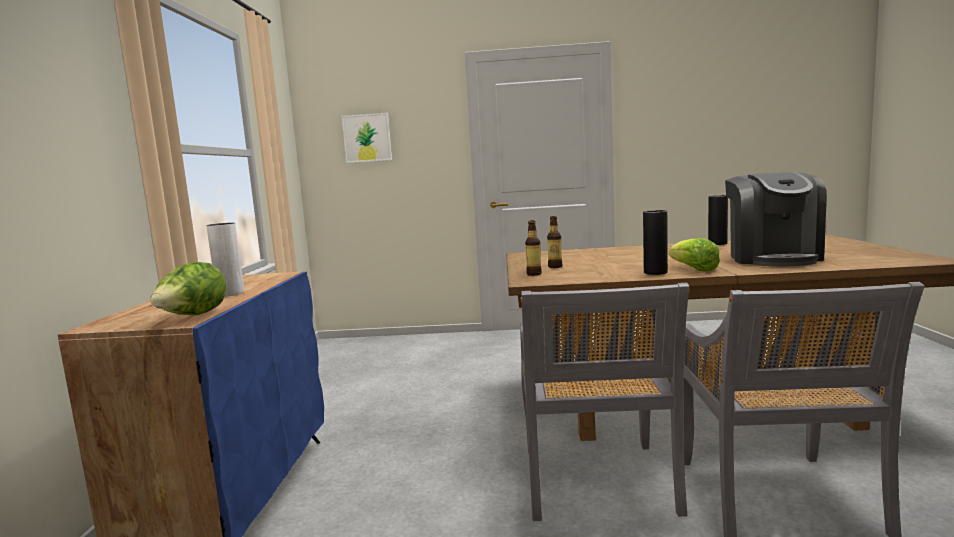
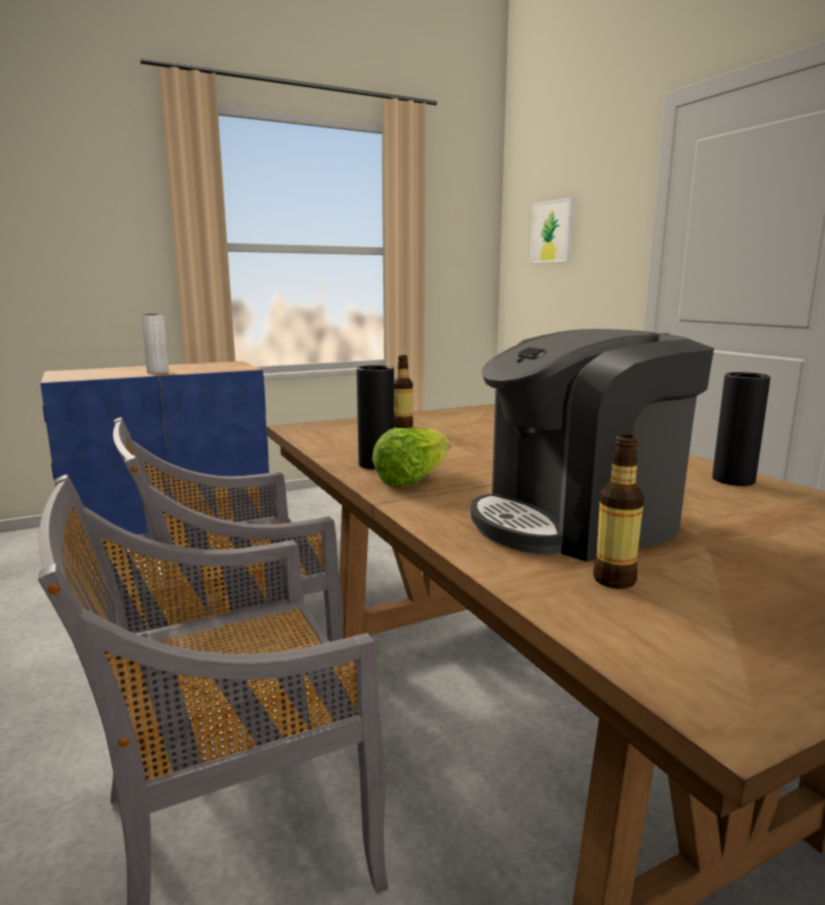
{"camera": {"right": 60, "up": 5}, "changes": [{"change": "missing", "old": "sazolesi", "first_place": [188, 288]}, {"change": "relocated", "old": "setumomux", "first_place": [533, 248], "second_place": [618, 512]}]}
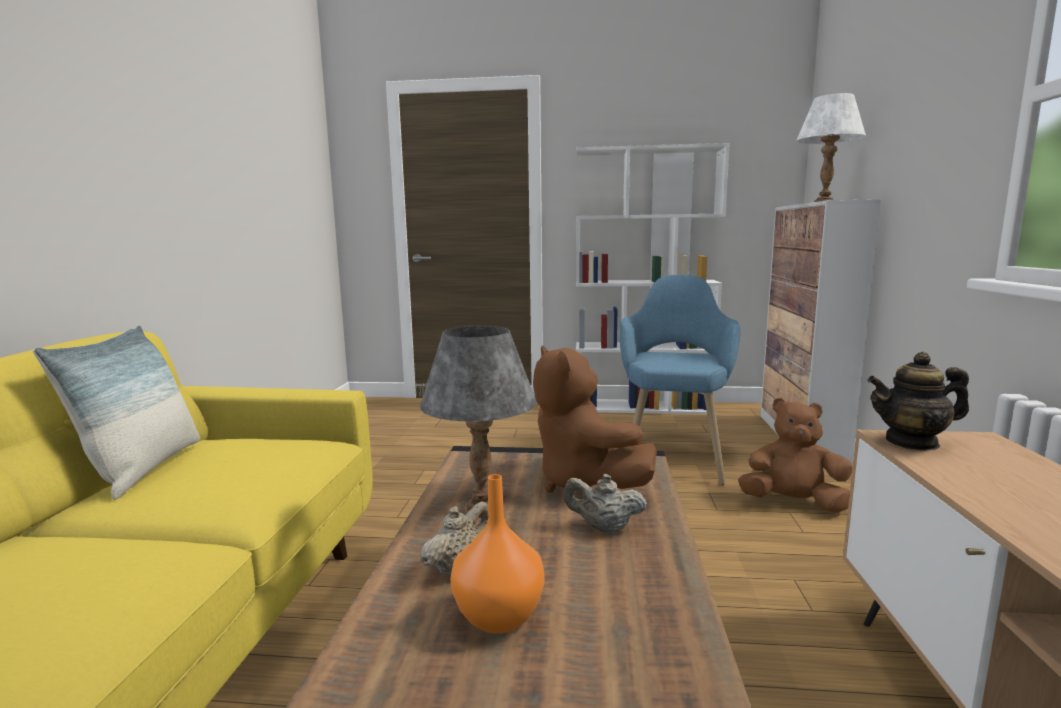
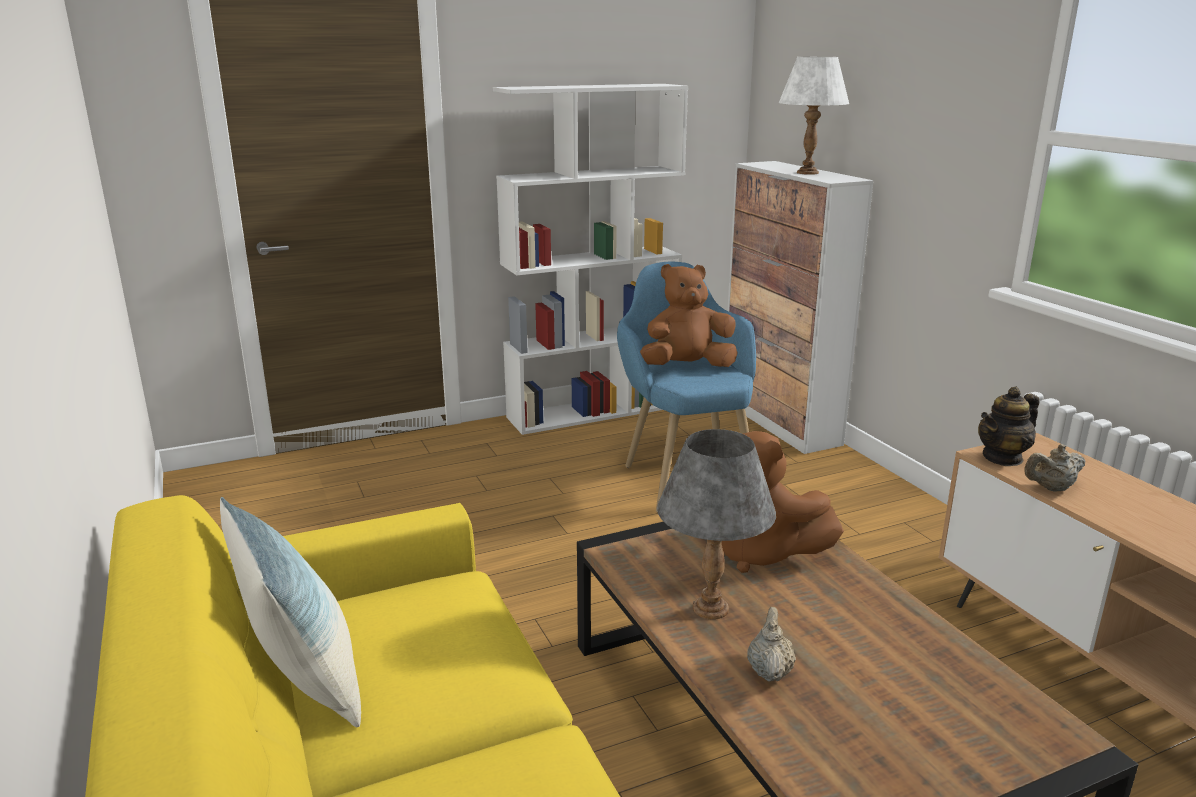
{"camera": {"right": -30, "up": 10}, "changes": [{"change": "missing", "old": "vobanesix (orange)", "first_place": [497, 554]}, {"change": "relocated", "old": "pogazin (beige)", "first_place": [605, 503], "second_place": [1054, 467]}, {"change": "relocated", "old": "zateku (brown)", "first_place": [795, 455], "second_place": [688, 315]}]}
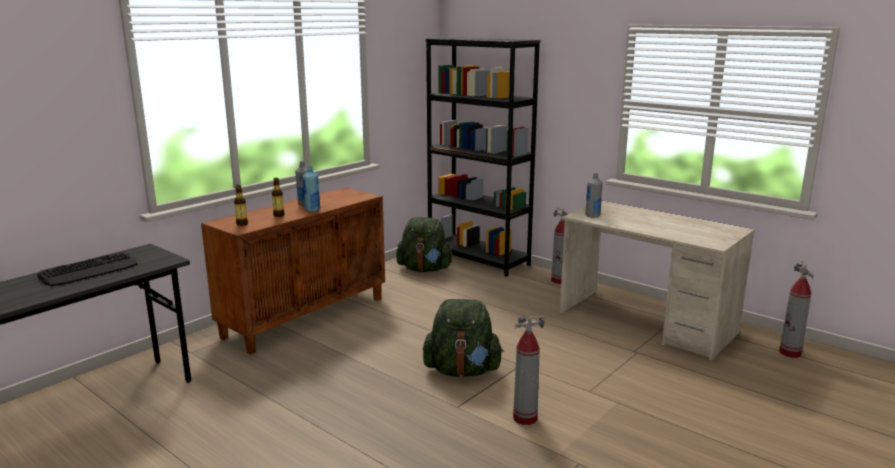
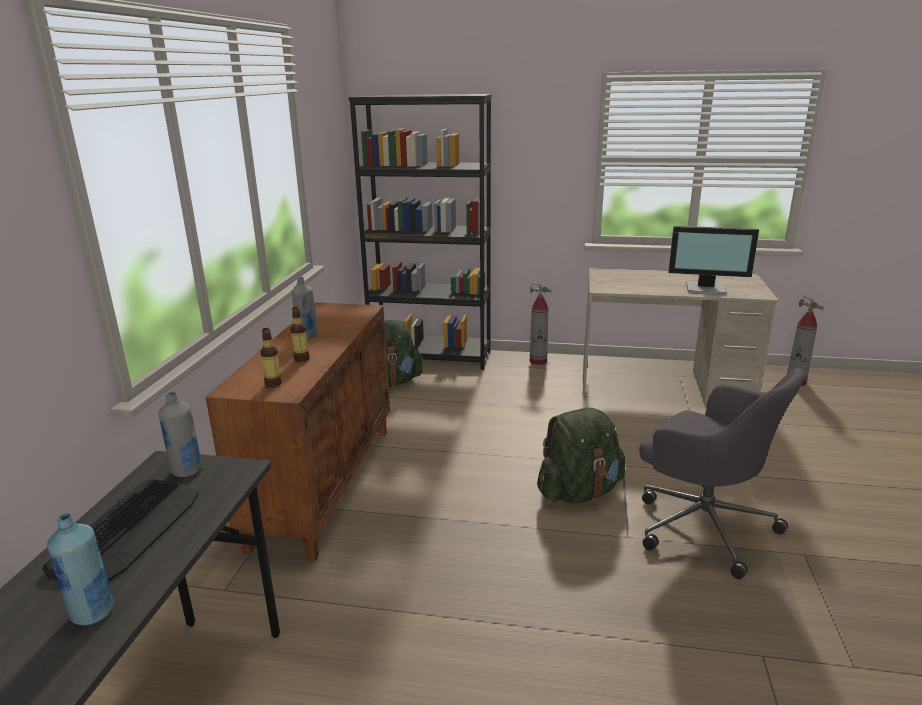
{"camera": {"right": -30, "up": 5}, "changes": [{"change": "relocated", "old": "setumomux (blue)", "first_place": [311, 189], "second_place": [80, 569]}, {"change": "exchanged", "old": "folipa", "new": "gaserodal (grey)", "first_place": [528, 370], "second_place": [721, 473]}, {"change": "relocated", "old": "setumomux (grey)", "first_place": [594, 195], "second_place": [180, 434]}, {"change": "appeared", "new": "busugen", "second_place": [714, 260]}]}
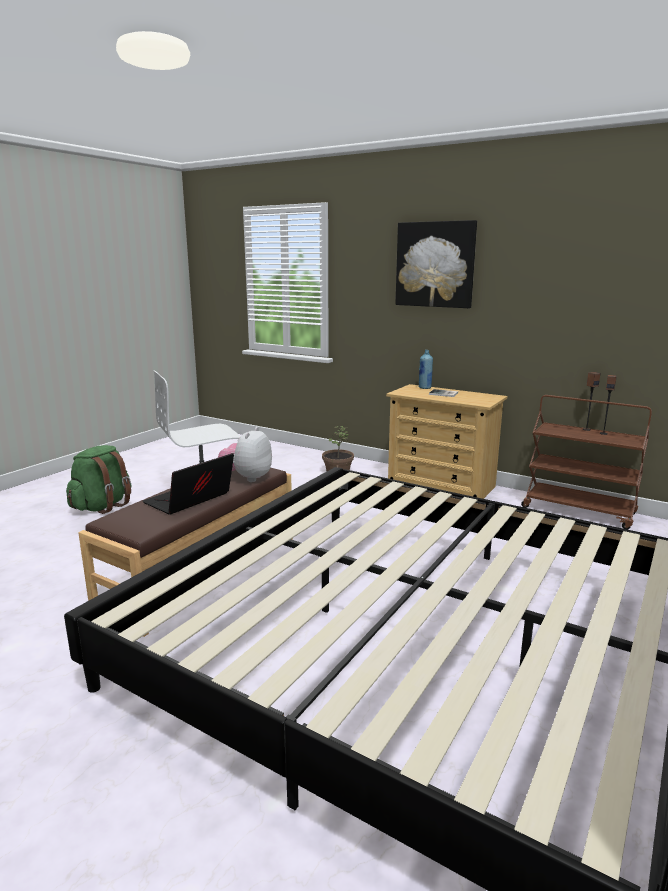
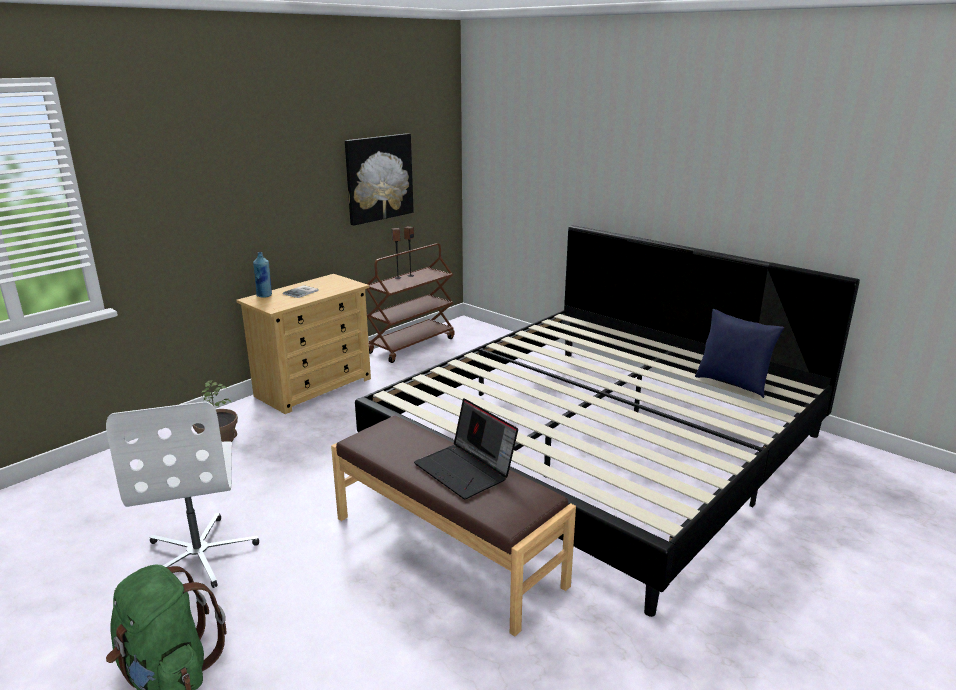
{"camera": {"right": -80, "up": 5}, "changes": [{"change": "missing", "old": "zateku", "first_place": [245, 454]}, {"change": "relocated", "old": "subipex", "first_place": [436, 264], "second_place": [379, 179]}, {"change": "appeared", "new": "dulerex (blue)", "second_place": [739, 353]}]}
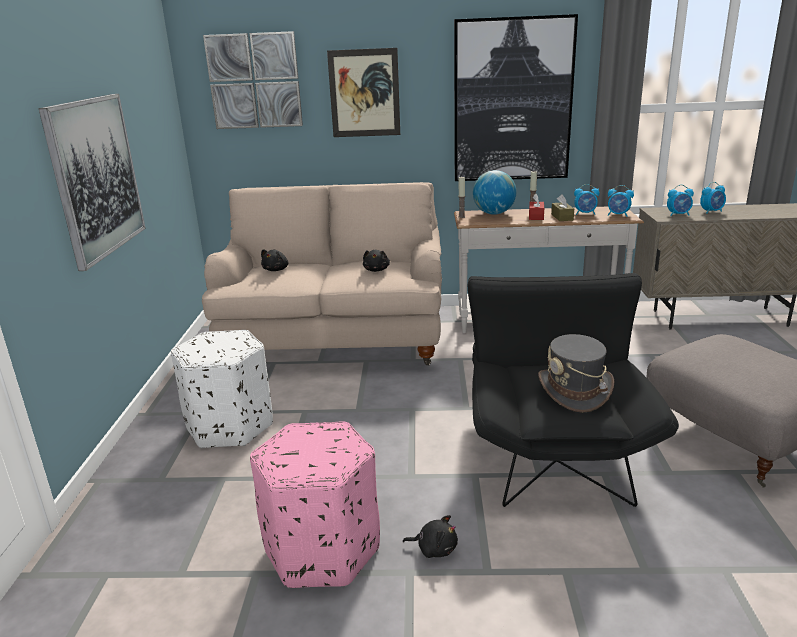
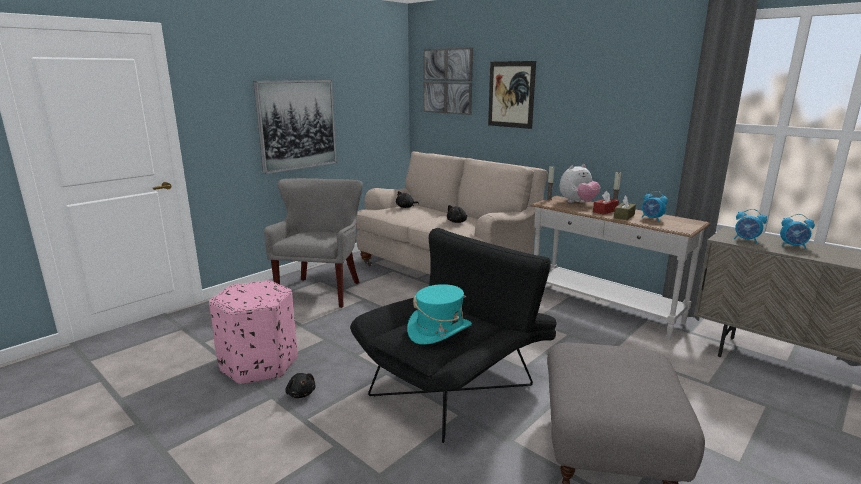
{"camera": {"right": 40, "up": -5}, "changes": [{"change": "exchanged", "old": "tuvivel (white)", "new": "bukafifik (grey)", "first_place": [222, 389], "second_place": [313, 243]}, {"change": "missing", "old": "subipex", "first_place": [516, 97]}, {"change": "exchanged", "old": "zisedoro", "new": "zateku", "first_place": [494, 192], "second_place": [580, 183]}, {"change": "colour", "old": "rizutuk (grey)", "new": "rizutuk (turquoise)", "first_place": [576, 373], "second_place": [439, 314]}, {"change": "missing", "old": "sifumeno", "first_place": [621, 201]}]}
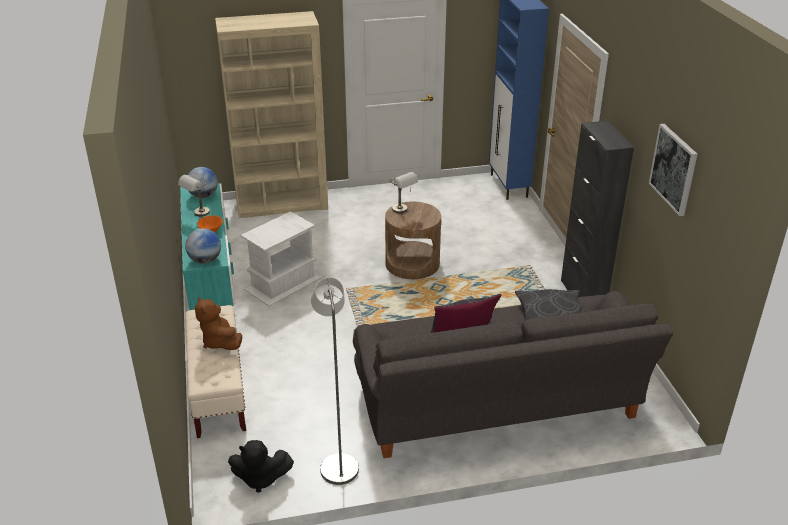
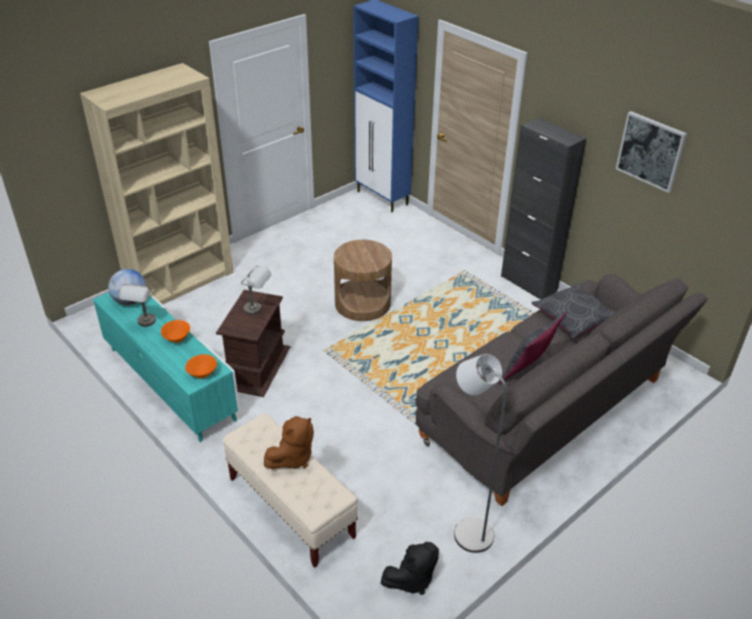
{"camera": {"right": -30, "up": 5}, "changes": [{"change": "exchanged", "old": "zisedoro", "new": "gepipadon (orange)", "first_place": [203, 246], "second_place": [201, 366]}, {"change": "spun", "old": "zateku (brown)", "first_place": [218, 323], "second_place": [289, 442], "degrees": -75}, {"change": "colour", "old": "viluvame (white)", "new": "viluvame (brown)", "first_place": [282, 259], "second_place": [253, 343]}, {"change": "relocated", "old": "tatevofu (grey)", "first_place": [403, 192], "second_place": [256, 290]}]}
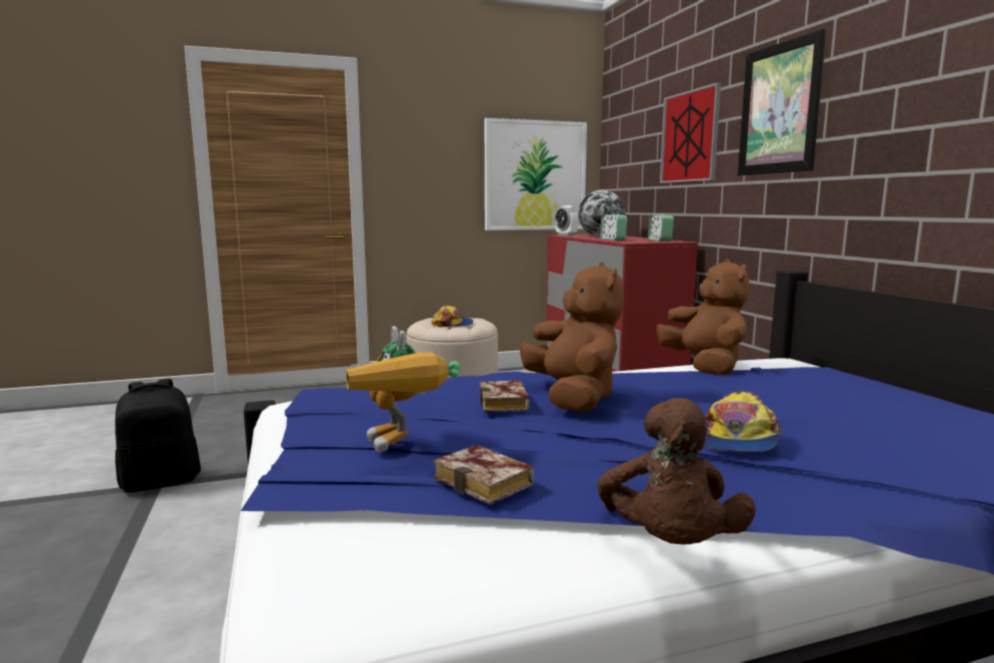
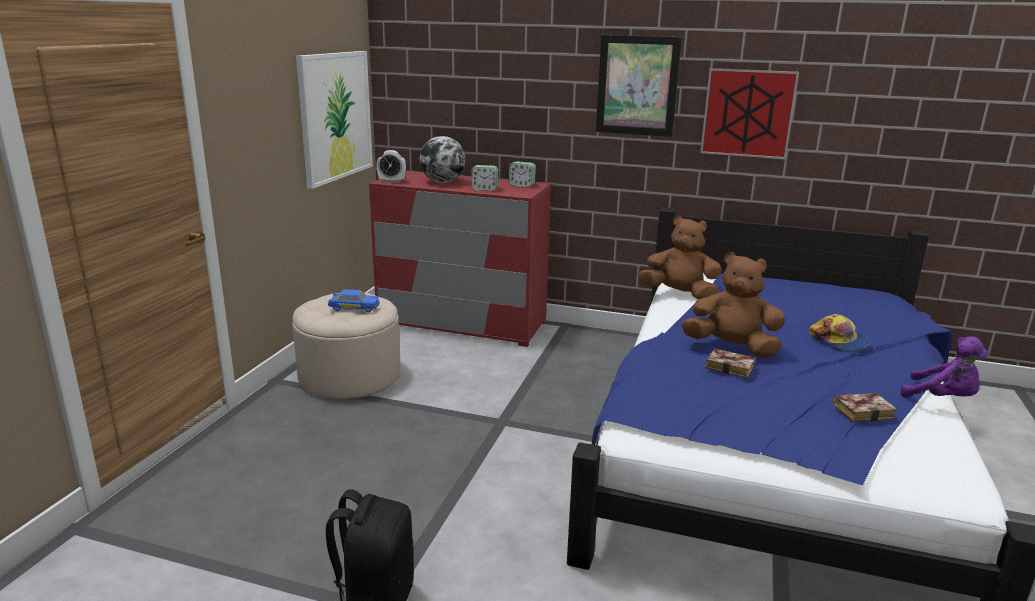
{"camera": {"right": -55, "up": 10}, "changes": [{"change": "missing", "old": "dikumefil", "first_place": [403, 389]}, {"change": "exchanged", "old": "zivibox", "new": "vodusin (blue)", "first_place": [452, 316], "second_place": [354, 301]}, {"change": "colour", "old": "zateku (brown)", "new": "zateku (purple)", "first_place": [676, 471], "second_place": [944, 367]}, {"change": "relocated", "old": "subipex", "first_place": [690, 133], "second_place": [749, 113]}]}
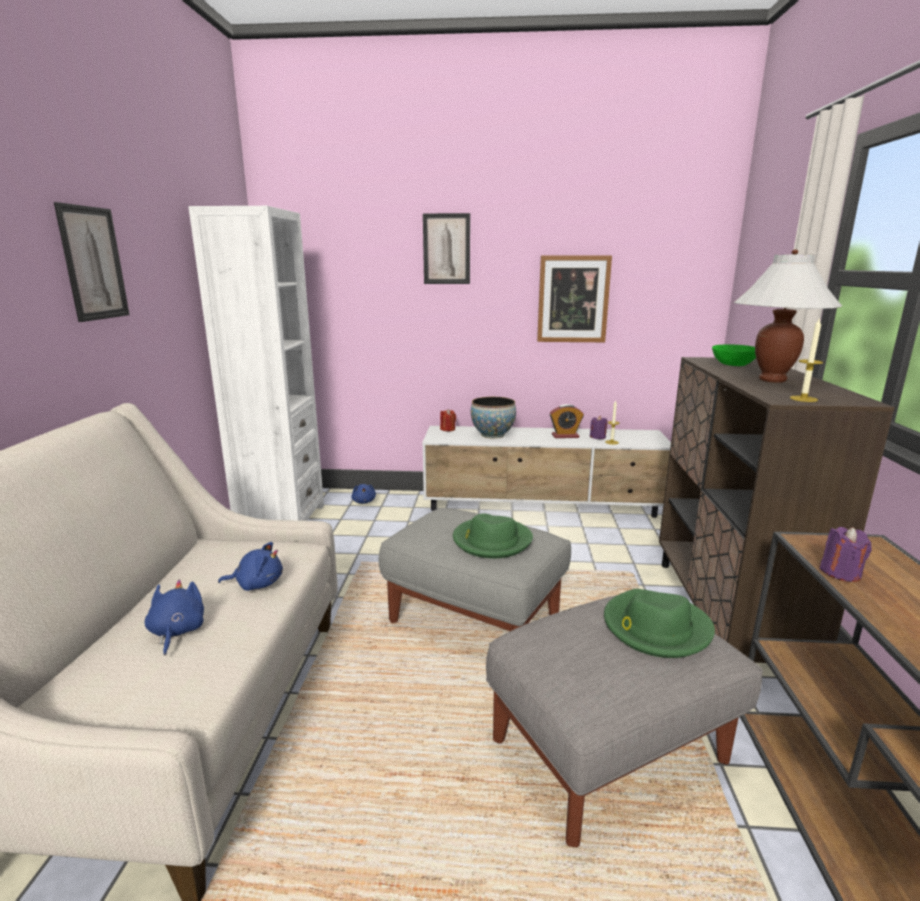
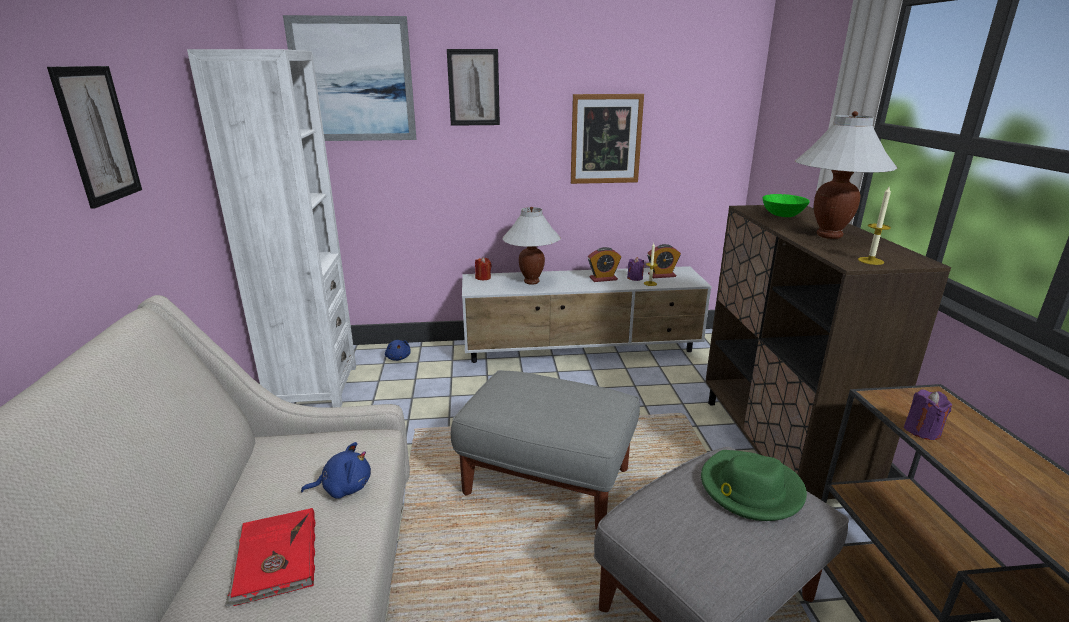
{"camera": {"right": -10, "up": 5}, "changes": [{"change": "exchanged", "old": "zateku (blue)", "new": "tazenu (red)", "first_place": [174, 618], "second_place": [270, 557]}, {"change": "missing", "old": "rizutuk (green)", "first_place": [493, 536]}, {"change": "exchanged", "old": "gepipadon", "new": "tatevofu (white)", "first_place": [493, 417], "second_place": [532, 246]}, {"change": "appeared", "new": "subipex", "second_place": [350, 78]}, {"change": "appeared", "new": "sifumeno", "second_place": [664, 261]}]}
